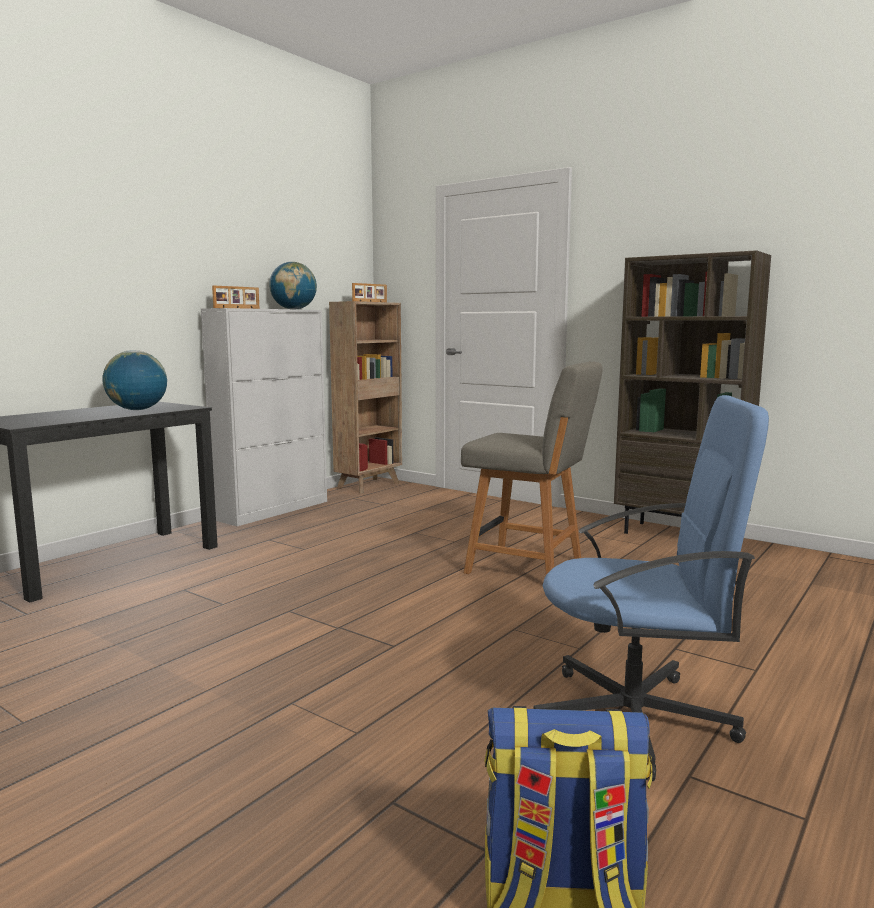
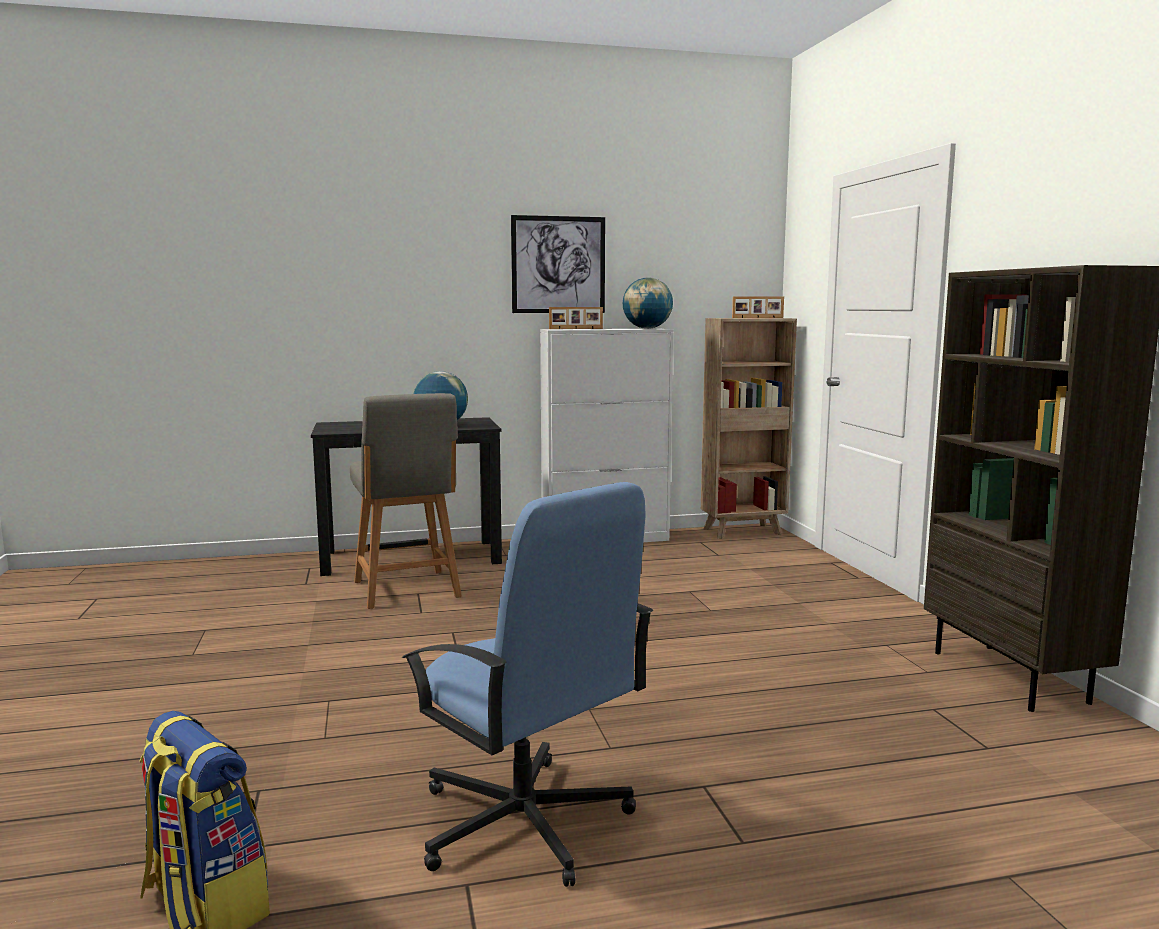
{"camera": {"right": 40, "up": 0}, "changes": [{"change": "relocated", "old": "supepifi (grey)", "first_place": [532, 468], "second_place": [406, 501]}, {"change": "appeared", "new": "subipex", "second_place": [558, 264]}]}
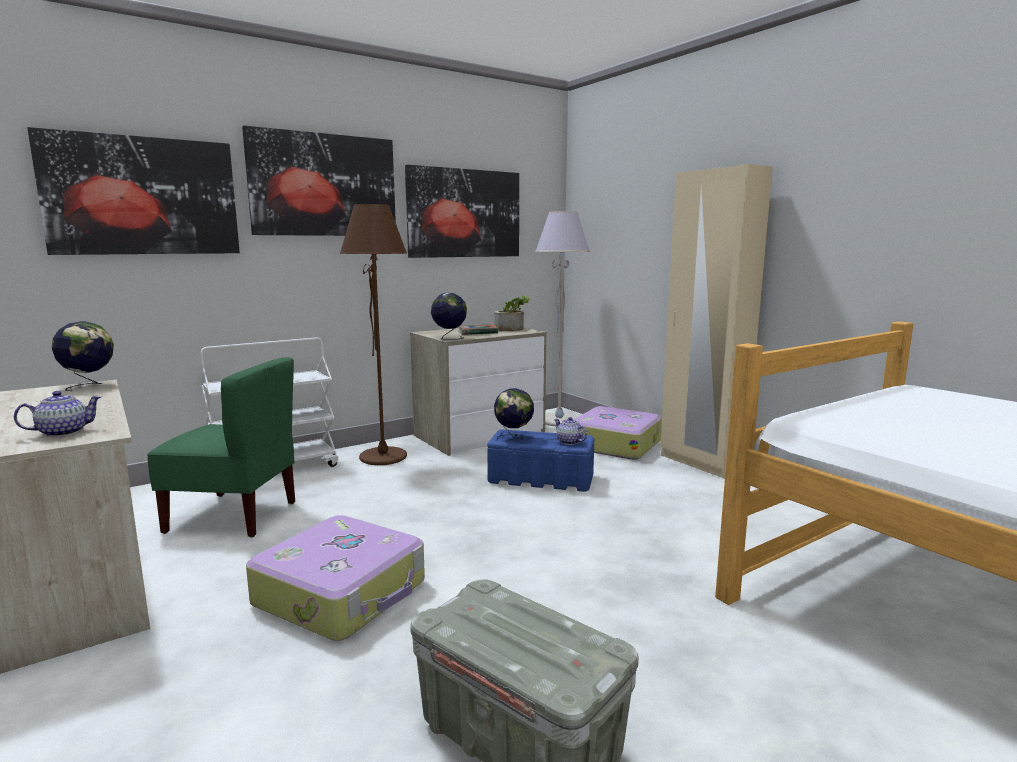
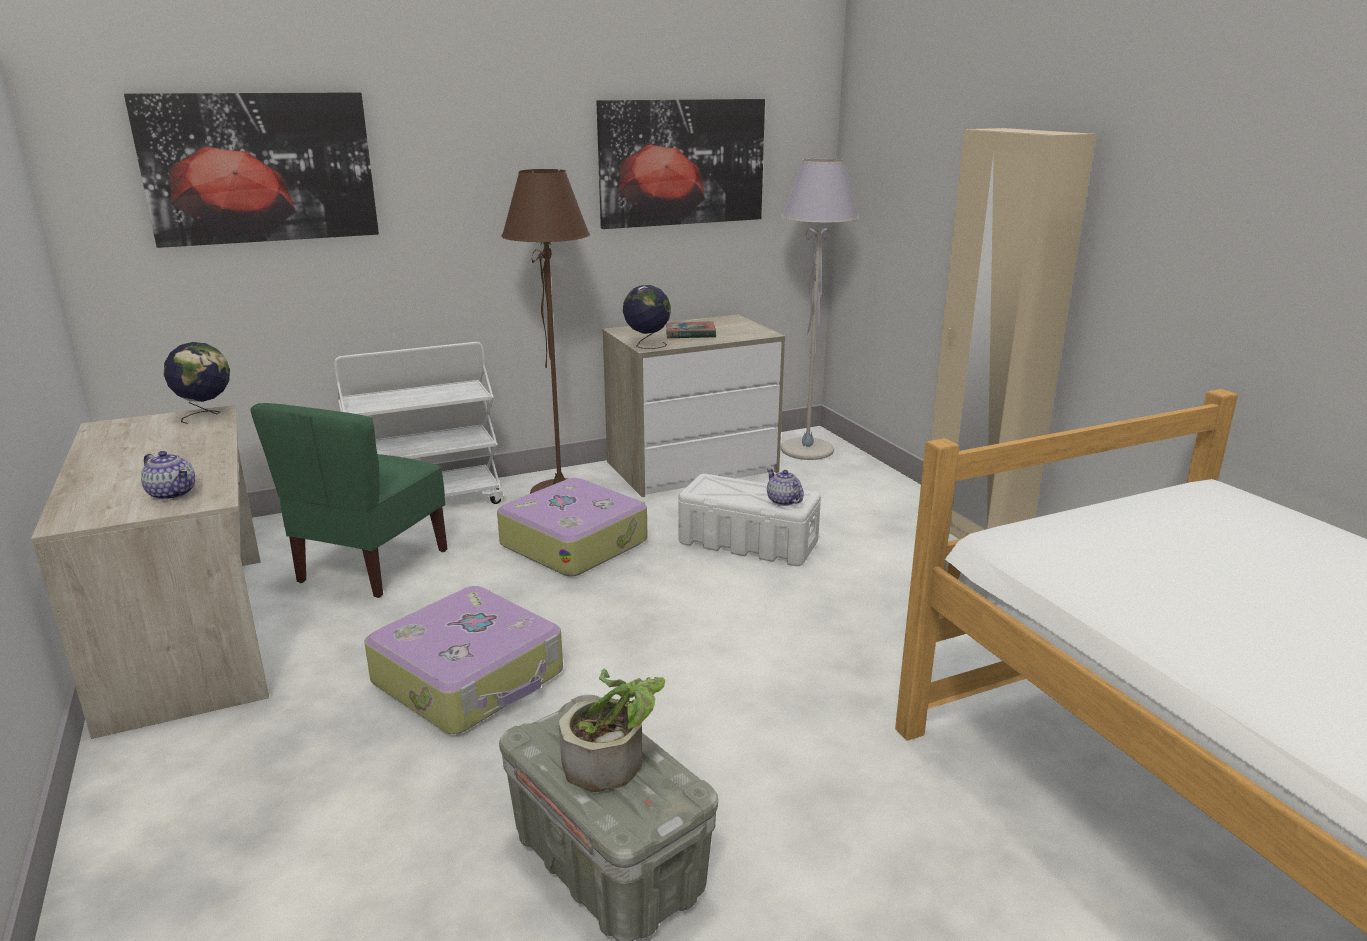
{"camera": {"right": 10, "up": 10}, "changes": [{"change": "spun", "old": "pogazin", "first_place": [58, 414], "second_place": [168, 475], "degrees": 60}, {"change": "spun", "old": "supepifi (green)", "first_place": [221, 447], "second_place": [349, 500], "degrees": 90}, {"change": "missing", "old": "subipex", "first_place": [319, 180]}, {"change": "colour", "old": "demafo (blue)", "new": "demafo (white)", "first_place": [540, 460], "second_place": [749, 520]}, {"change": "relocated", "old": "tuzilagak", "first_place": [512, 313], "second_place": [612, 730]}, {"change": "missing", "old": "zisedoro", "first_place": [514, 413]}, {"change": "relocated", "old": "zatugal", "first_place": [618, 433], "second_place": [572, 527]}]}
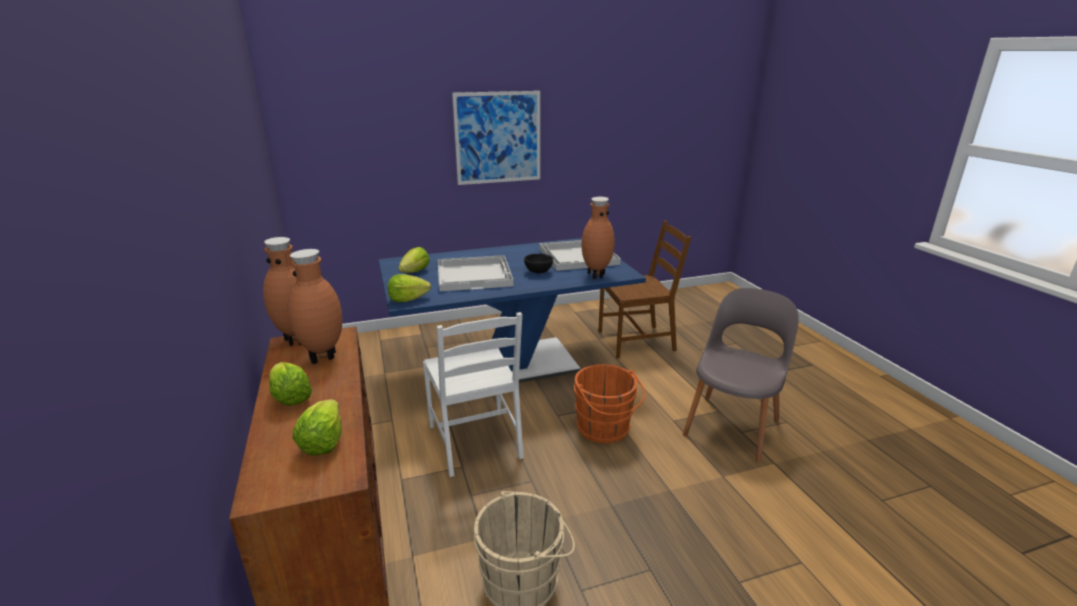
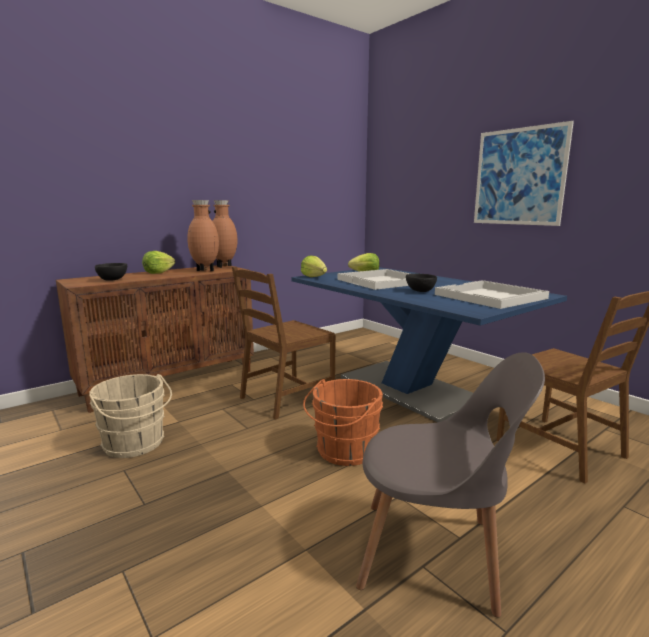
{"camera": {"right": 70, "up": -10}, "changes": [{"change": "exchanged", "old": "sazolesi", "new": "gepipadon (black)", "first_place": [317, 427], "second_place": [111, 272]}, {"change": "colour", "old": "supepifi (white)", "new": "supepifi (brown)", "first_place": [473, 394], "second_place": [284, 343]}, {"change": "missing", "old": "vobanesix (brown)", "first_place": [598, 238]}]}
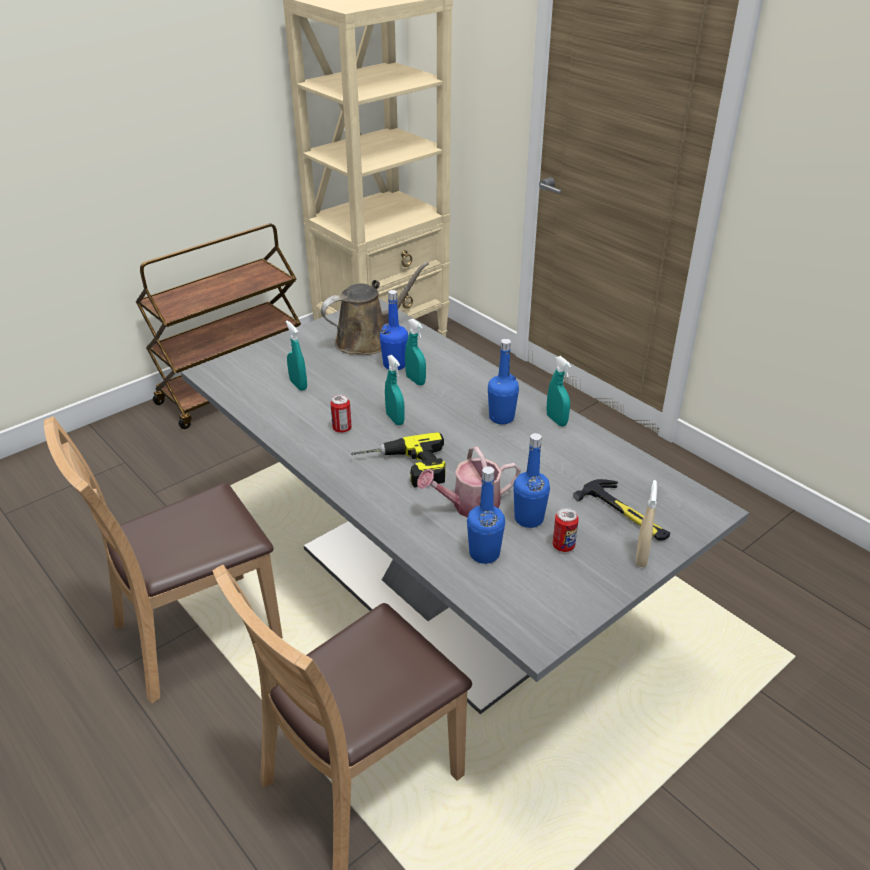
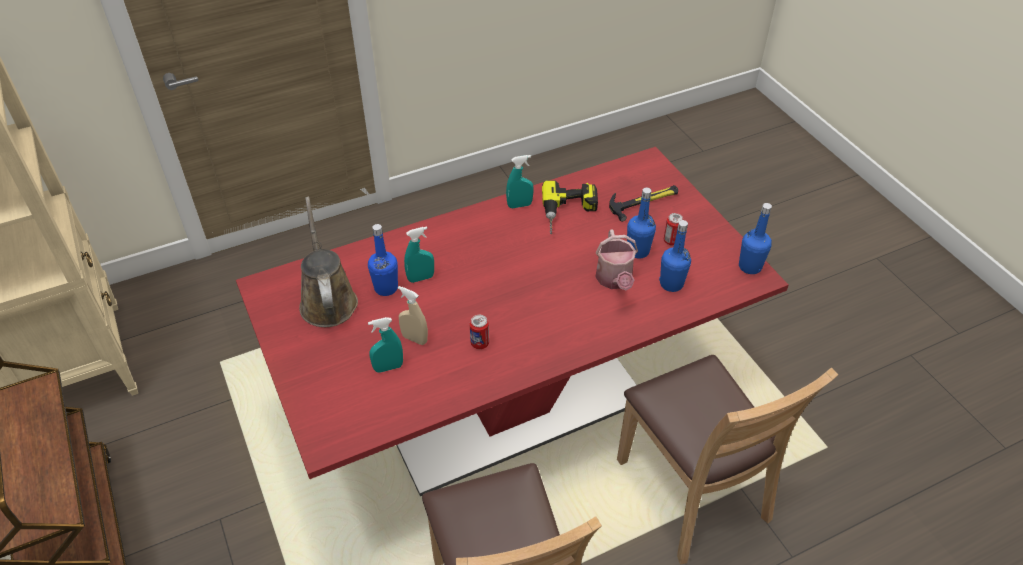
{"camera": {"right": -75, "up": 10}, "changes": [{"change": "colour", "old": "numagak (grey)", "new": "numagak (red)", "first_place": [465, 506], "second_place": [512, 321]}, {"change": "relocated", "old": "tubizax", "first_place": [398, 460], "second_place": [570, 207]}, {"change": "missing", "old": "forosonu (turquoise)", "first_place": [395, 390]}, {"change": "relocated", "old": "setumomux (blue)", "first_place": [503, 381], "second_place": [755, 238]}, {"change": "relocated", "old": "forosonu (beige)", "first_place": [646, 523], "second_place": [413, 315]}]}
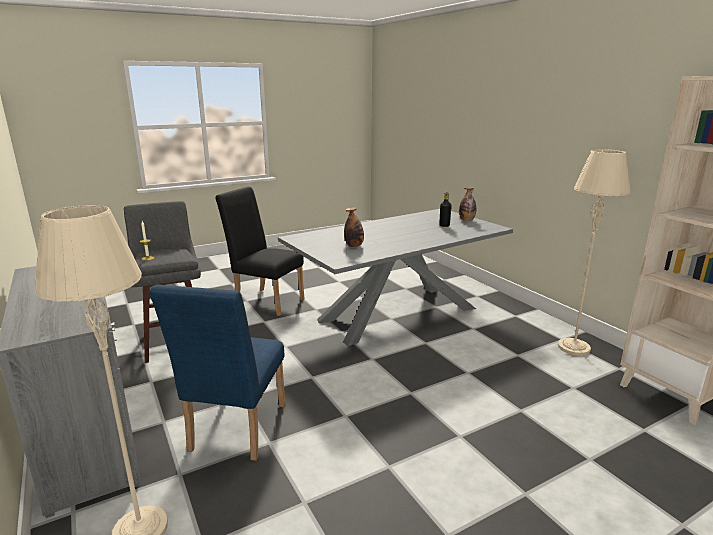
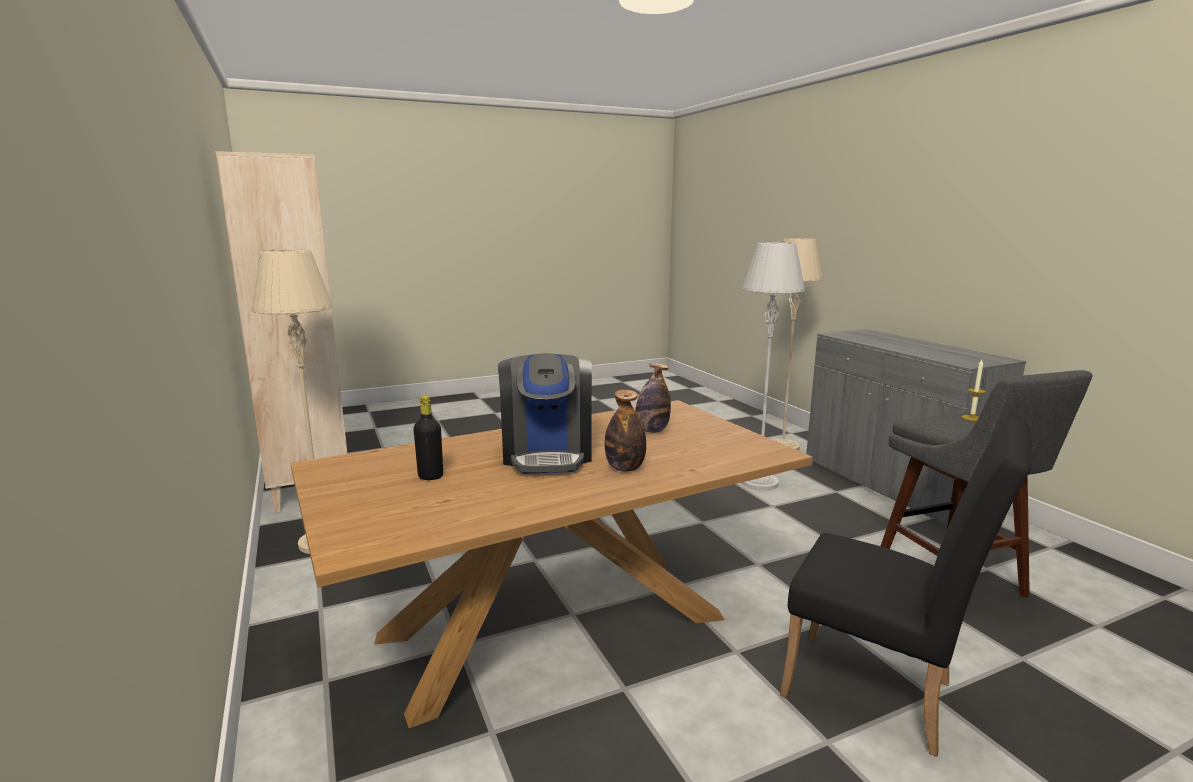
{"camera": {"right": -175, "up": -5}, "changes": [{"change": "exchanged", "old": "supepifi (blue)", "new": "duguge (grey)", "first_place": [217, 372], "second_place": [773, 366]}, {"change": "colour", "old": "numagak (grey)", "new": "numagak (brown)", "first_place": [395, 277], "second_place": [552, 564]}, {"change": "relocated", "old": "setumomux", "first_place": [467, 204], "second_place": [625, 431]}, {"change": "appeared", "new": "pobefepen", "second_place": [545, 413]}]}
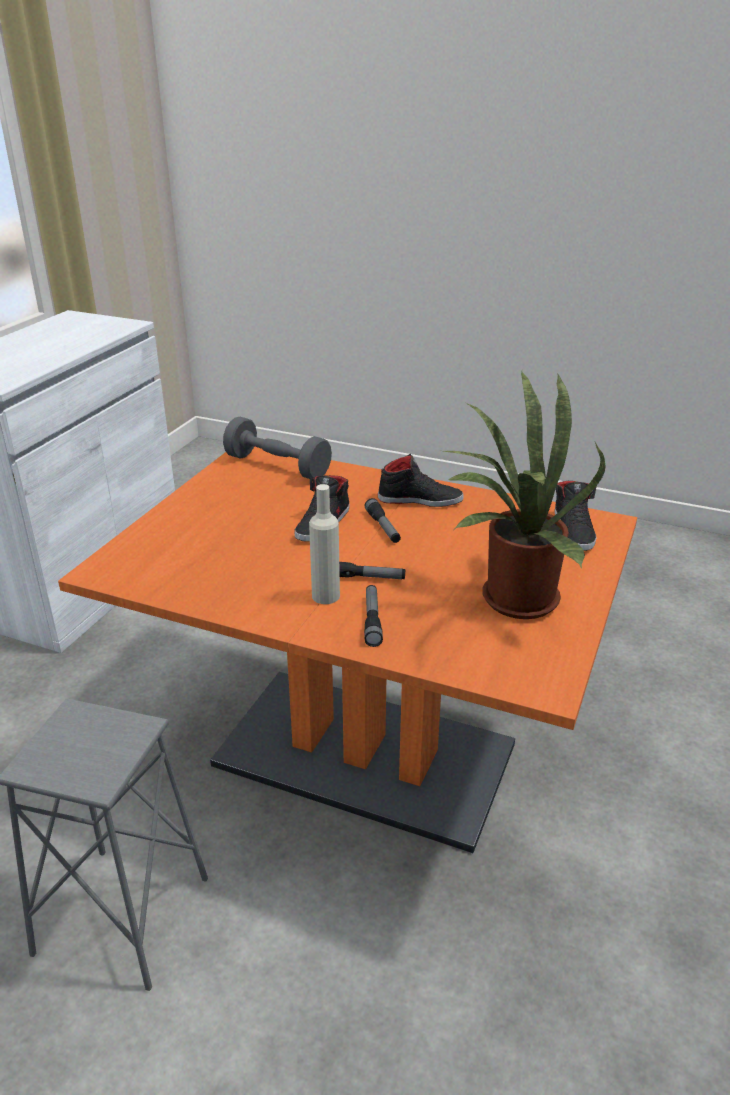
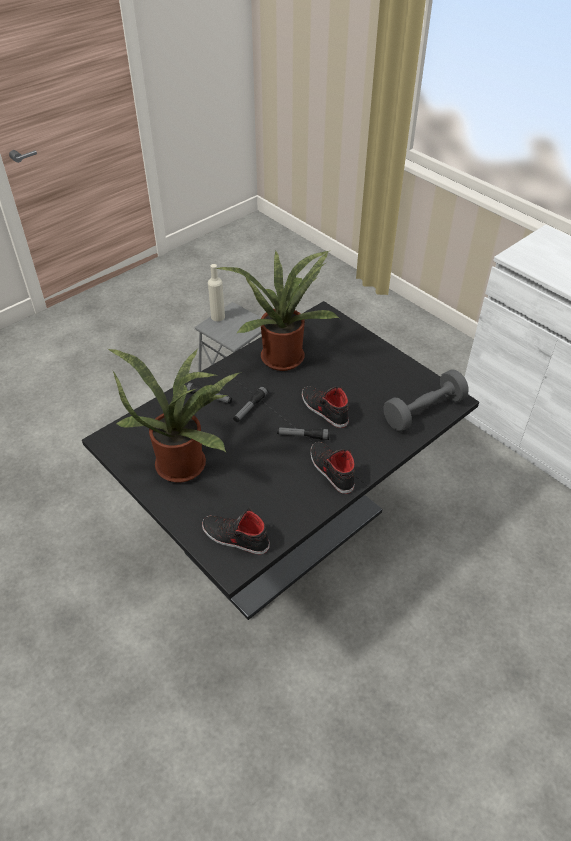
{"camera": {"right": 115, "up": 15}, "changes": [{"change": "colour", "old": "numagak (orange)", "new": "numagak (black)", "first_place": [347, 649], "second_place": [280, 460]}, {"change": "relocated", "old": "setumomux (beige)", "first_place": [324, 544], "second_place": [216, 292]}, {"change": "spun", "old": "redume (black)", "first_place": [421, 480], "second_place": [333, 468], "degrees": 120}, {"change": "appeared", "new": "tuzilagak", "second_place": [278, 311]}]}
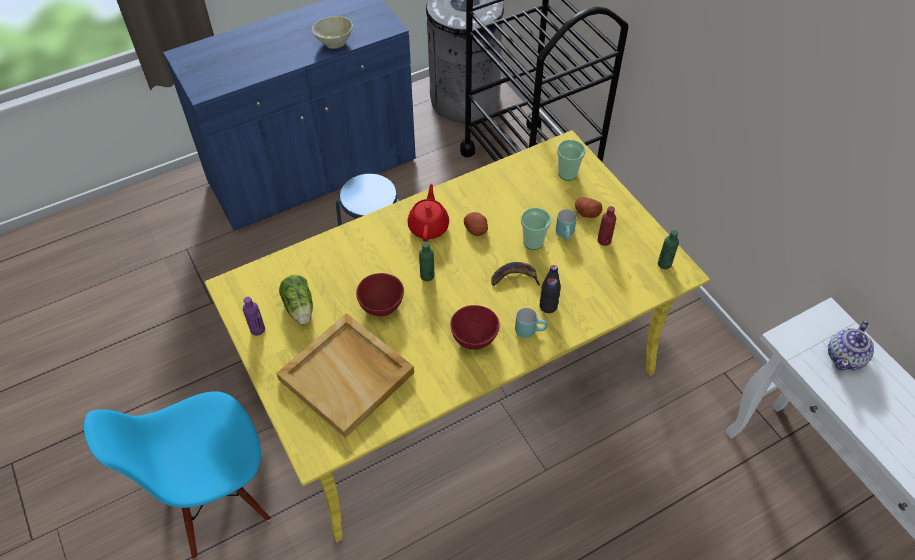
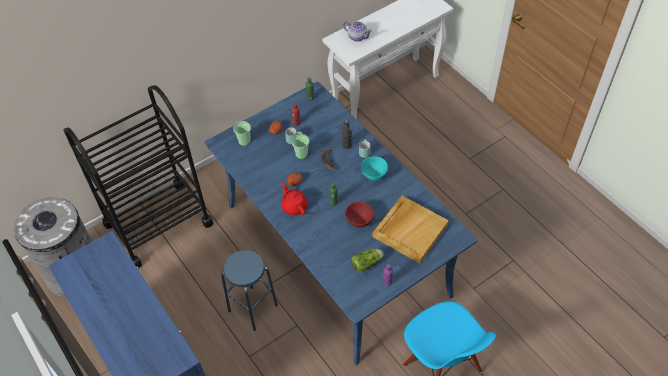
{"camera": {"right": -95, "up": 0}, "changes": [{"change": "colour", "old": "numagak (yellow)", "new": "numagak (blue)", "first_place": [457, 336], "second_place": [341, 223]}, {"change": "missing", "old": "gepipadon (beige)", "first_place": [332, 32]}, {"change": "spun", "old": "pogazin (red)", "first_place": [428, 213], "second_place": [294, 198], "degrees": 60}, {"change": "colour", "old": "gepipadon (red)", "new": "gepipadon (turquoise)", "first_place": [475, 327], "second_place": [374, 168]}]}
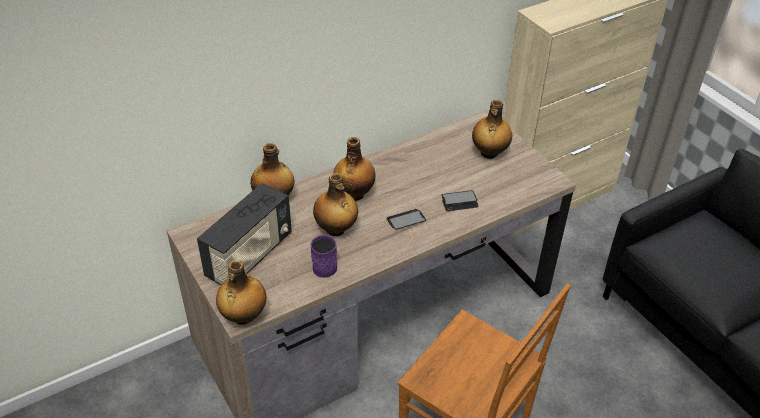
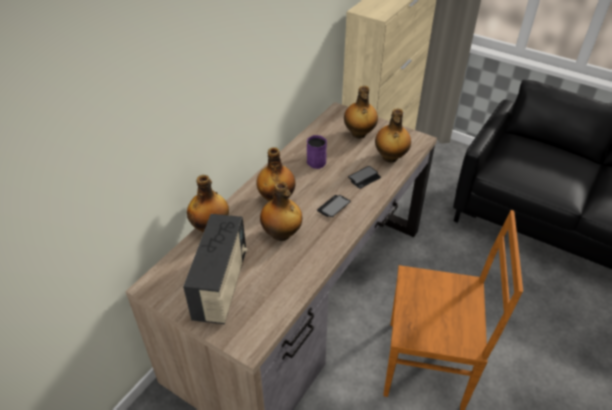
{"camera": {"right": -25, "up": 0}, "changes": [{"change": "relocated", "old": "setumomux", "first_place": [241, 292], "second_place": [393, 135]}, {"change": "relocated", "old": "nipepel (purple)", "first_place": [323, 256], "second_place": [317, 152]}]}
